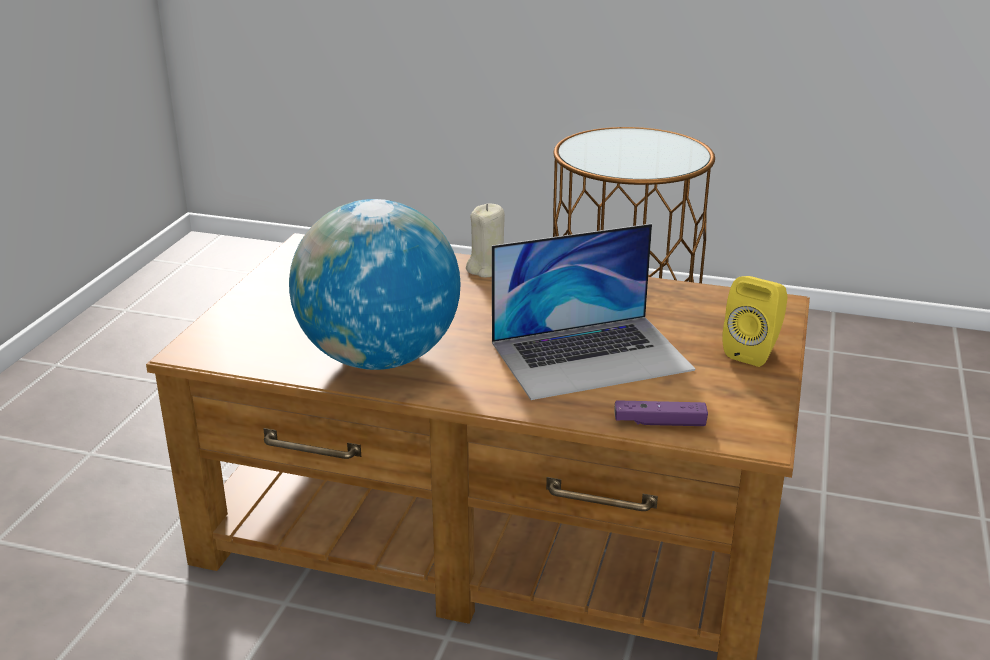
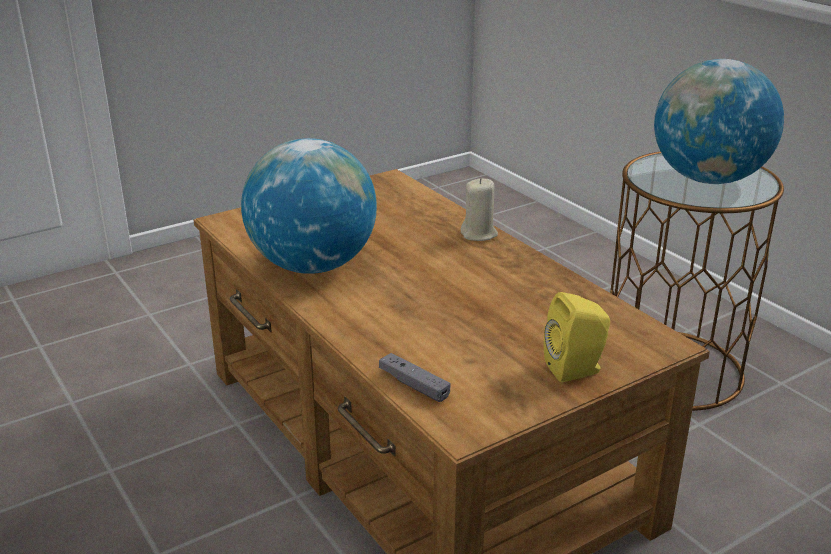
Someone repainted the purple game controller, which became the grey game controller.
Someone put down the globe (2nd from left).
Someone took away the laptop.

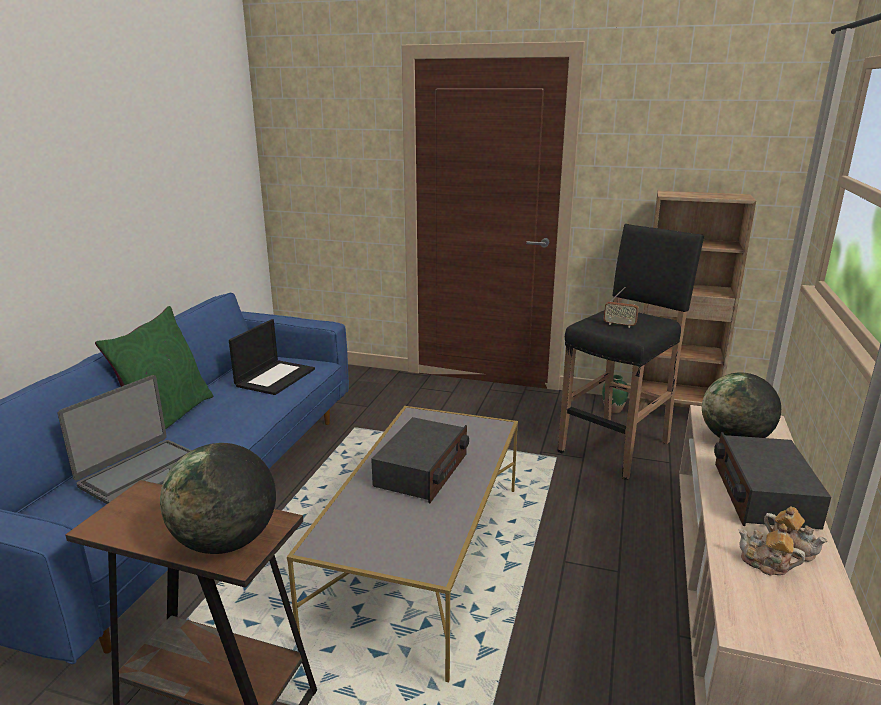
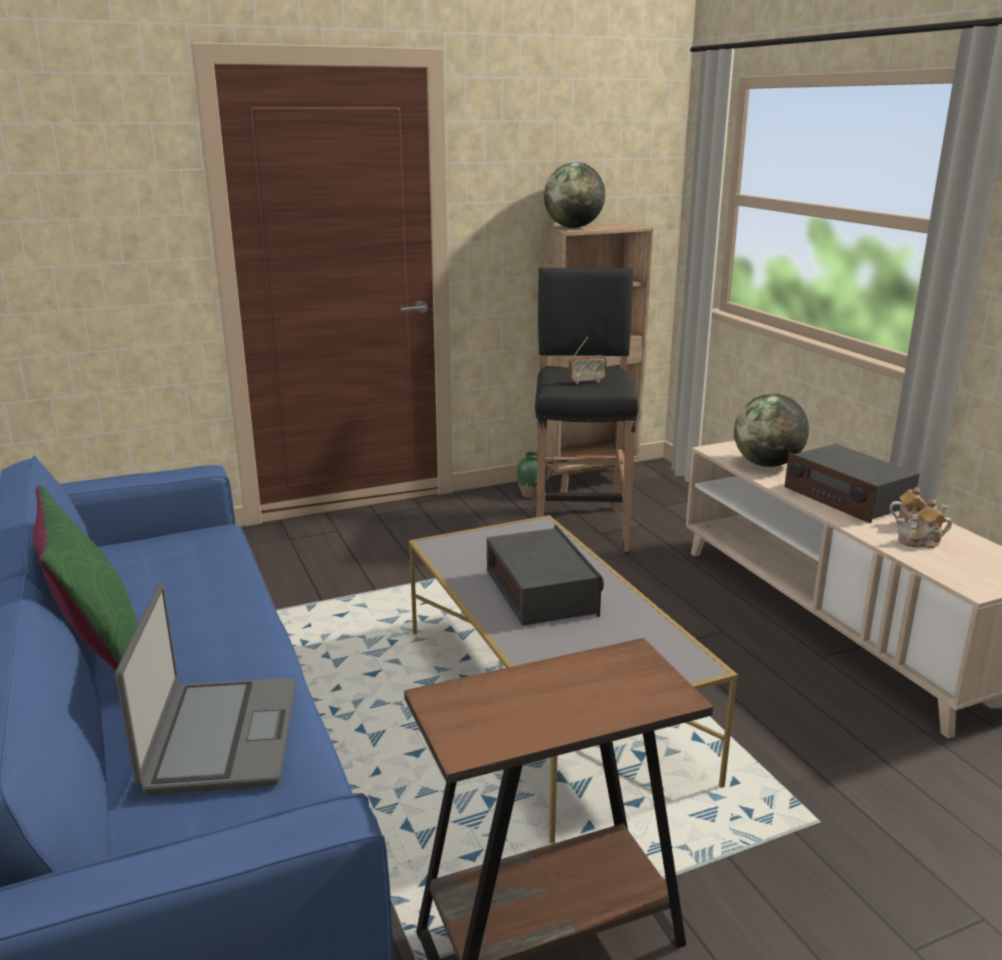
Someone carried the globe (1st from left).
Someone took away the laptop (2nd from left).

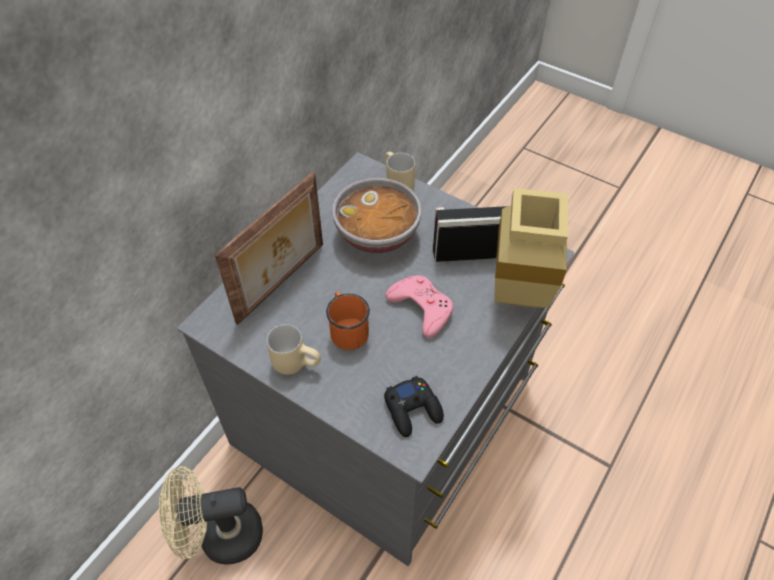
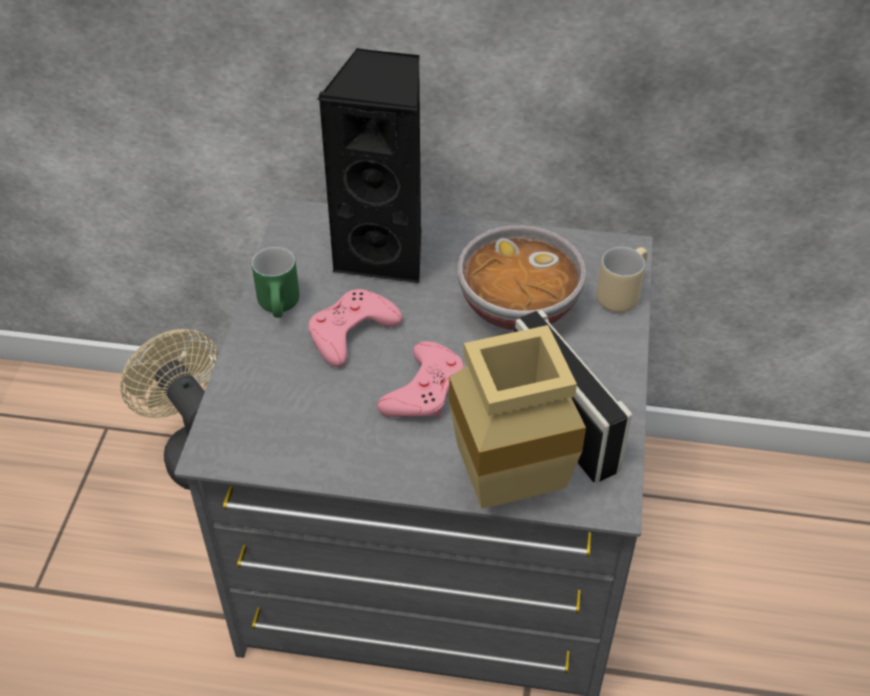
Someone repainted the beige mug (1st from left), which became the green mug.
Someone swapped the orange mug for the pink game controller (1st from left).
Someone swapped the picture frame for the black speaker.
Someone took away the black game controller.

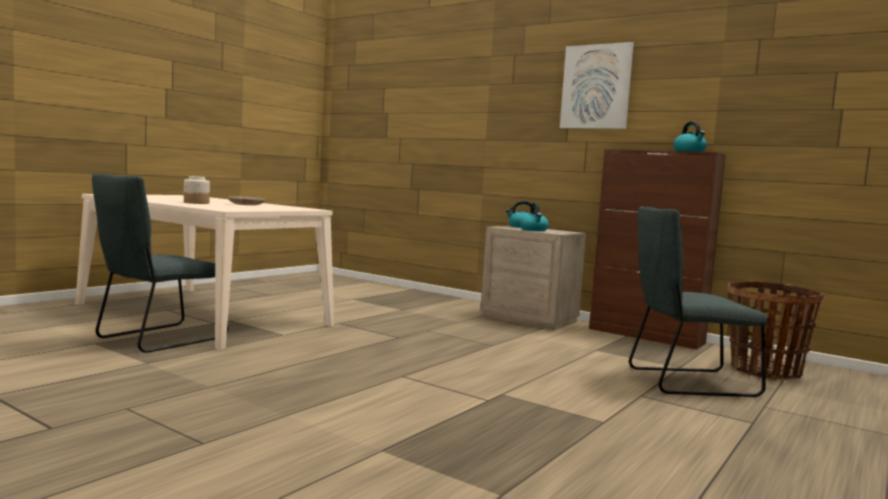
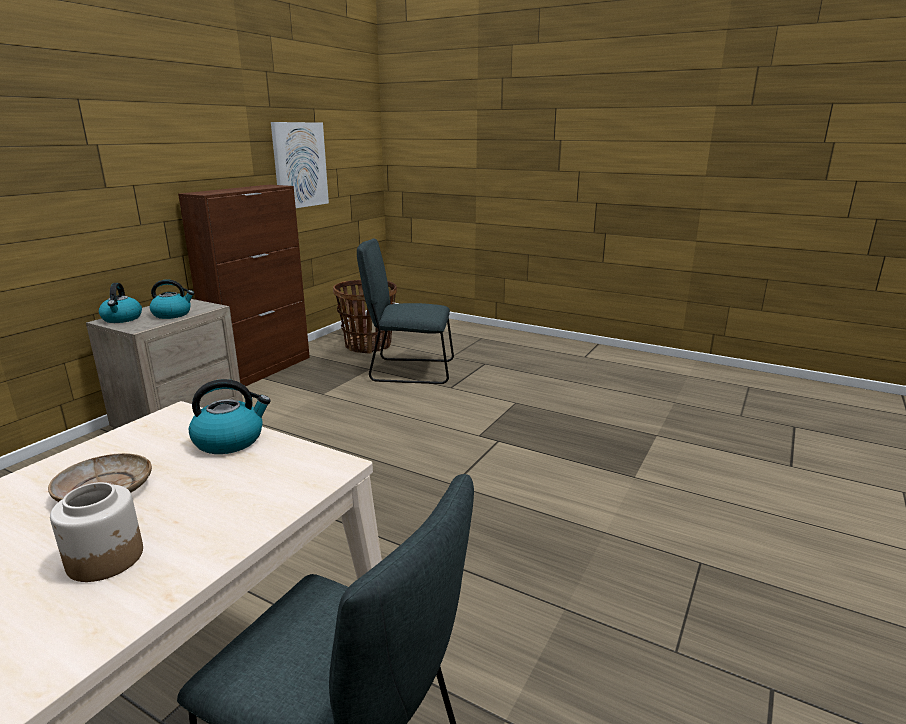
Someone carried the kettle (3rd from left).
Someone carried the picture.
Someone rotated the grey chair (2nd from left) by 105 degrees clockwise.

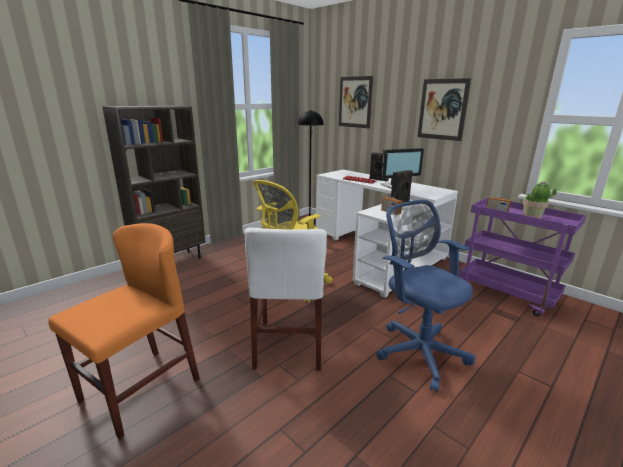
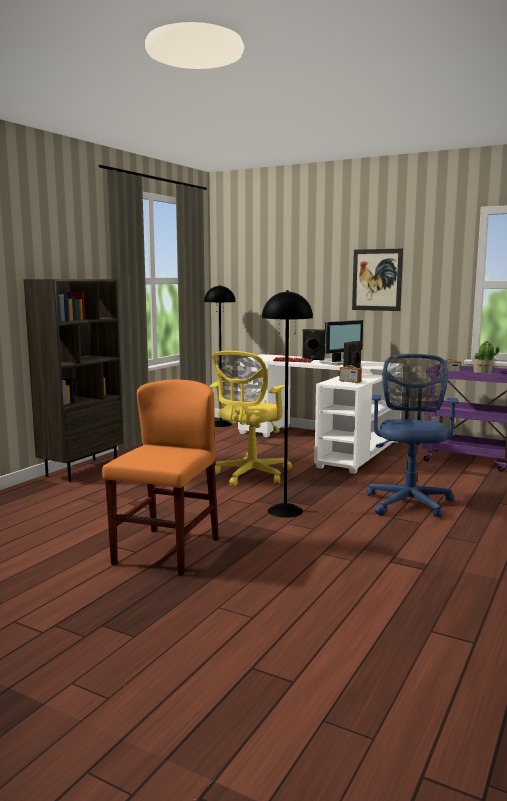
Someone swapped the white chair for the black floor lamp (2nd from left).
Someone rotated the blue office chair by 60 degrees clockwise.
Someone took away the picture (1st from left).

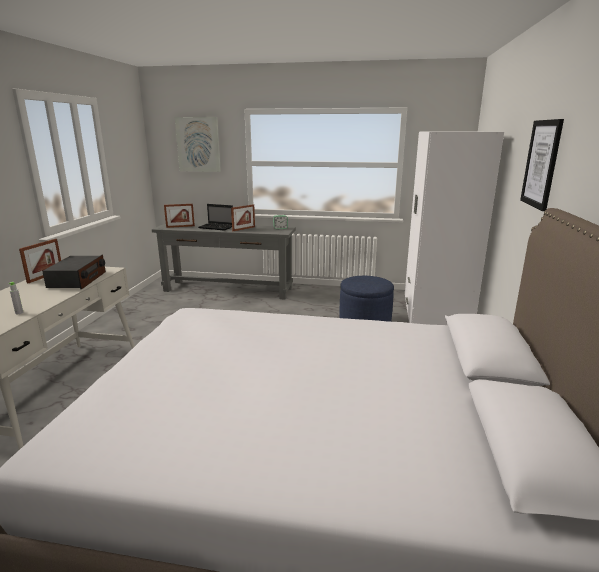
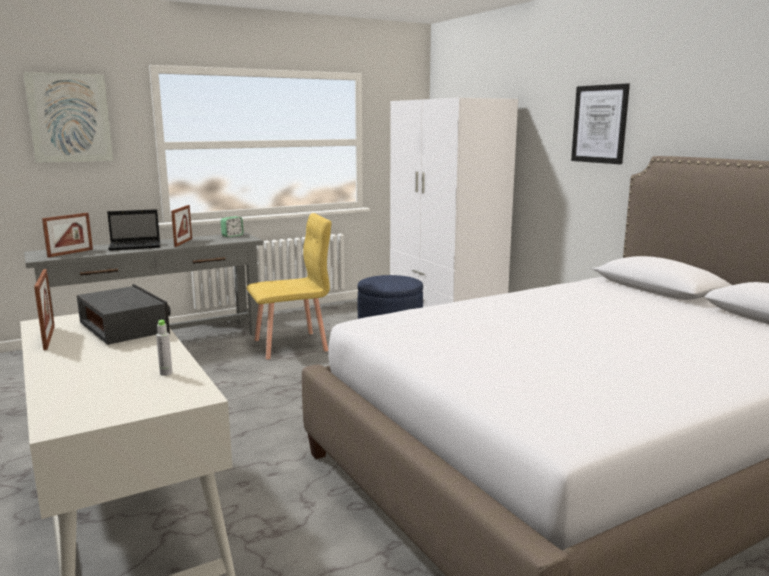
Someone put down the yellow chair.

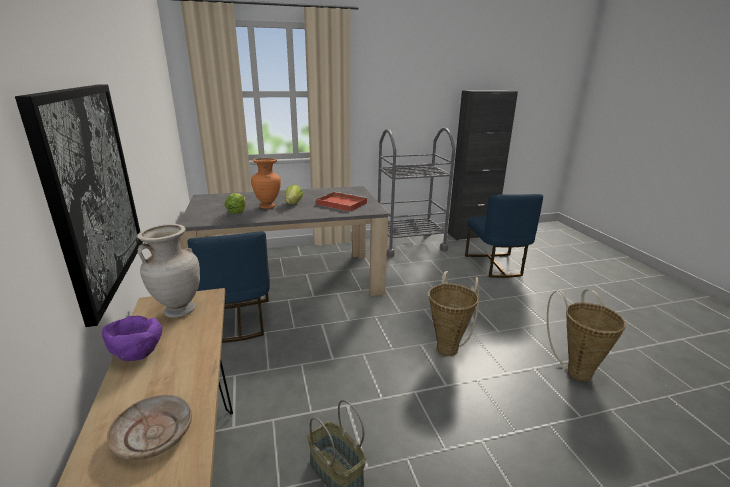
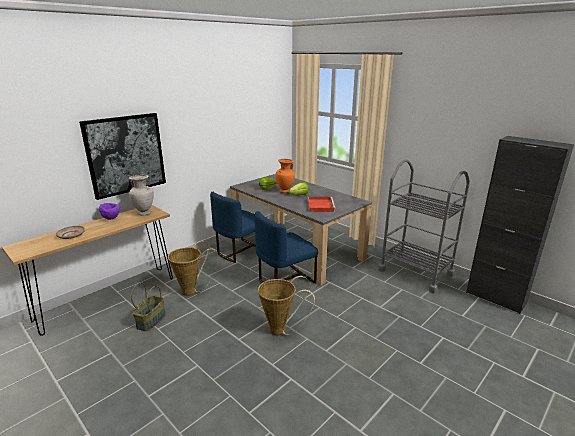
Someone carried the basket (3rd from left in the first image).
Someone carried the blue chair (2nd from left).

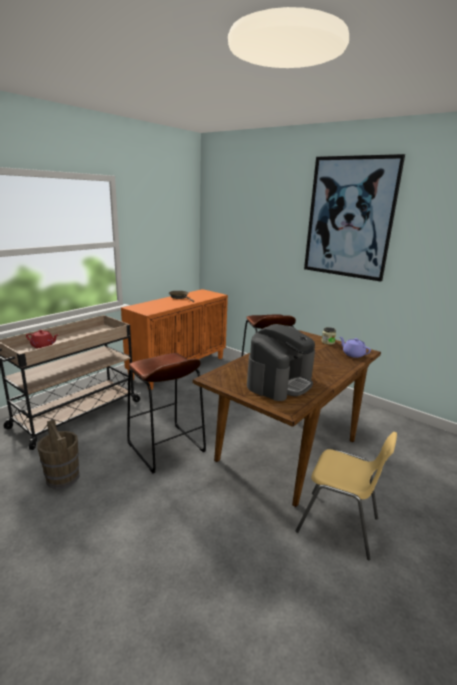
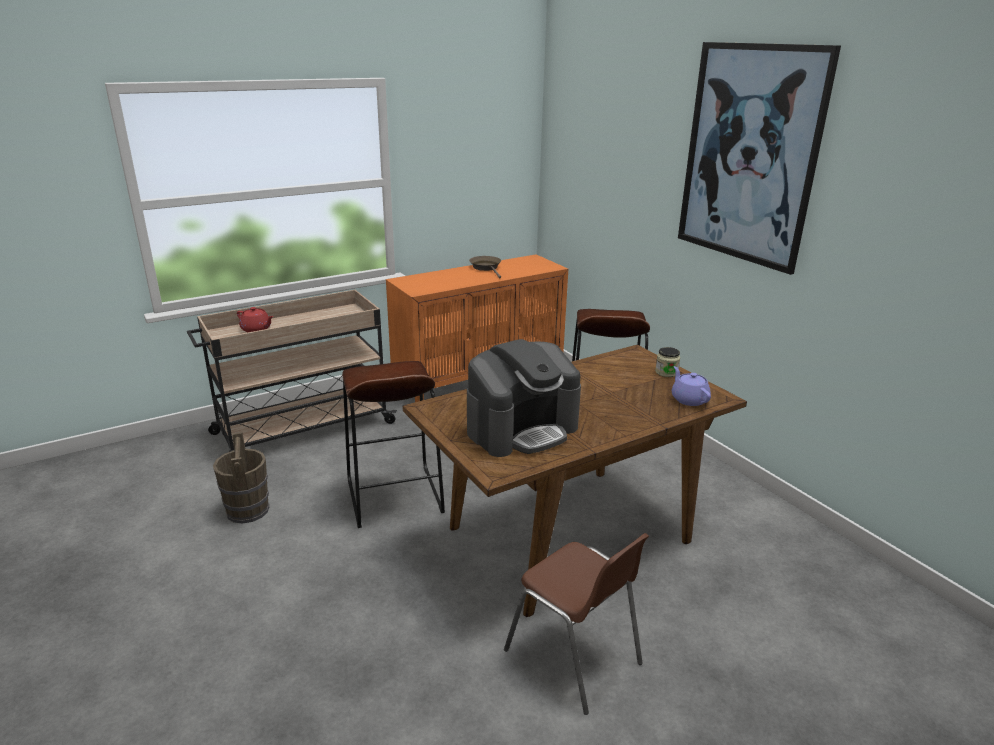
Someone repainted the yellow chair, which became the brown chair.

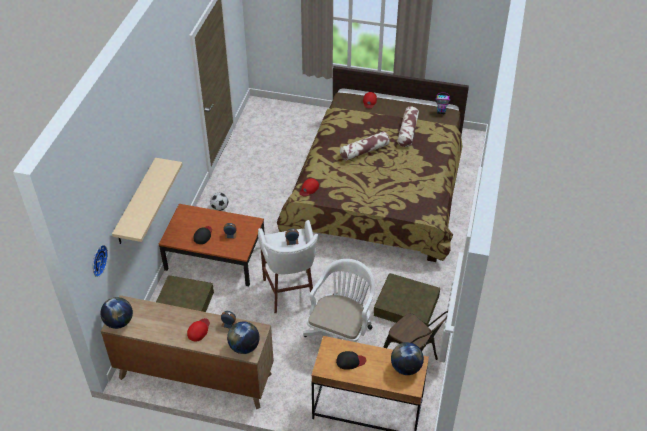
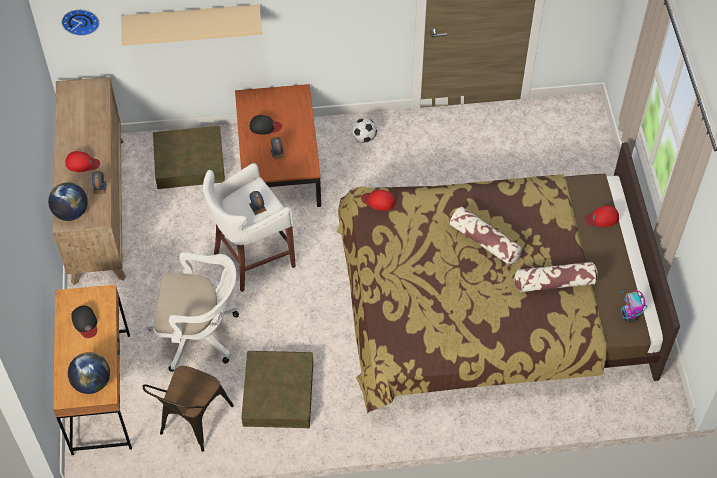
Someone took away the globe (1st from left).

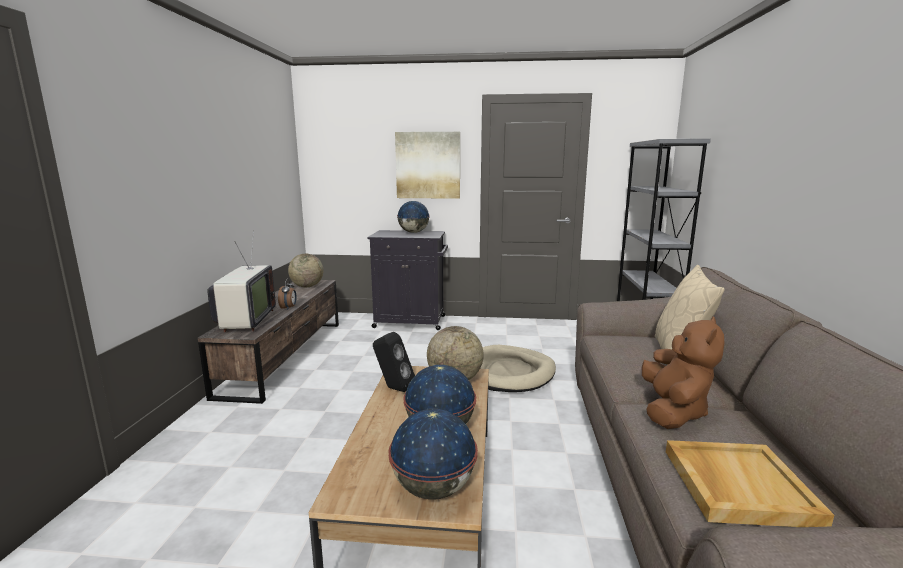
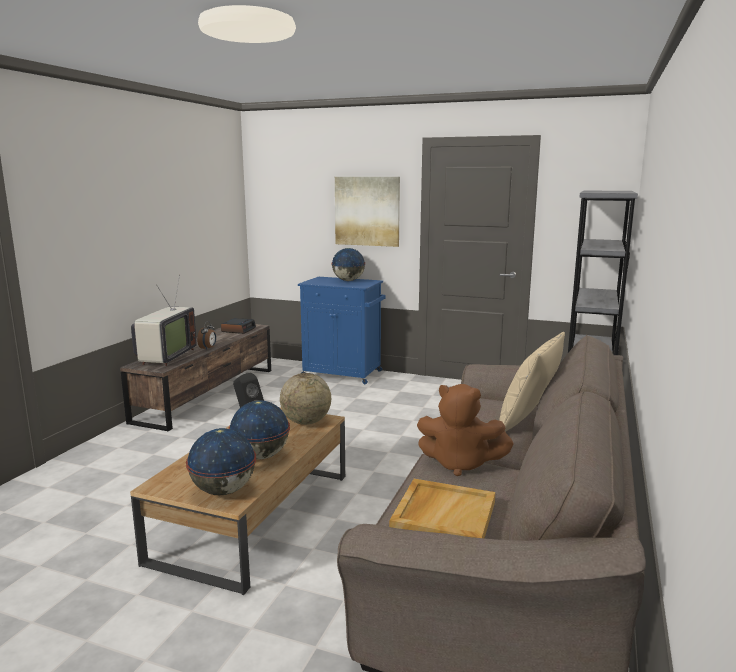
Someone swapped the globe (1st from left) for the alarm clock (2nd from left).
Someone repainted the black cabinet, which became the blue cabinet.
Someone rotated the brown plush toy by 75 degrees clockwise.
Someone took away the beige dog bed.

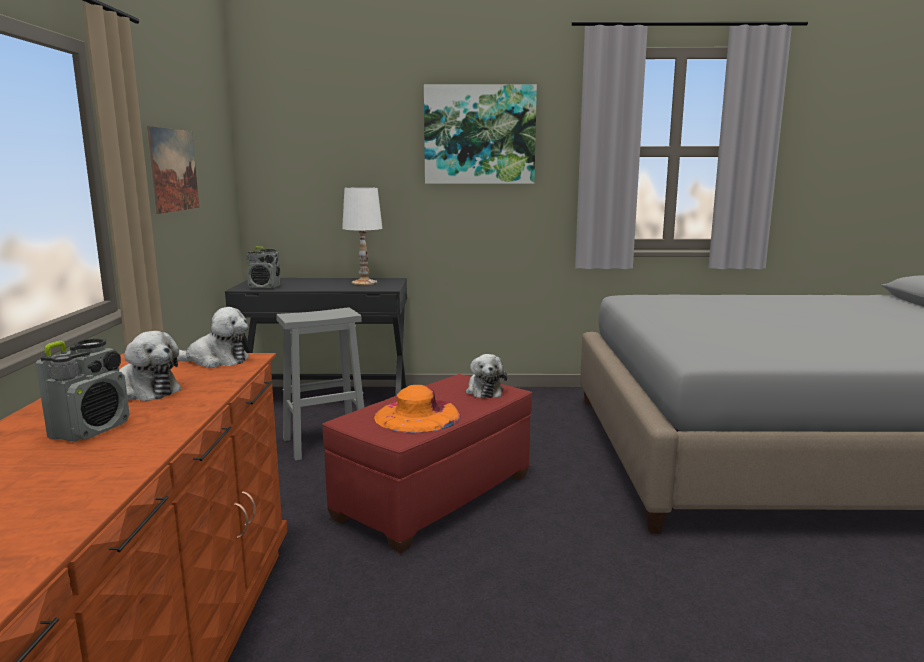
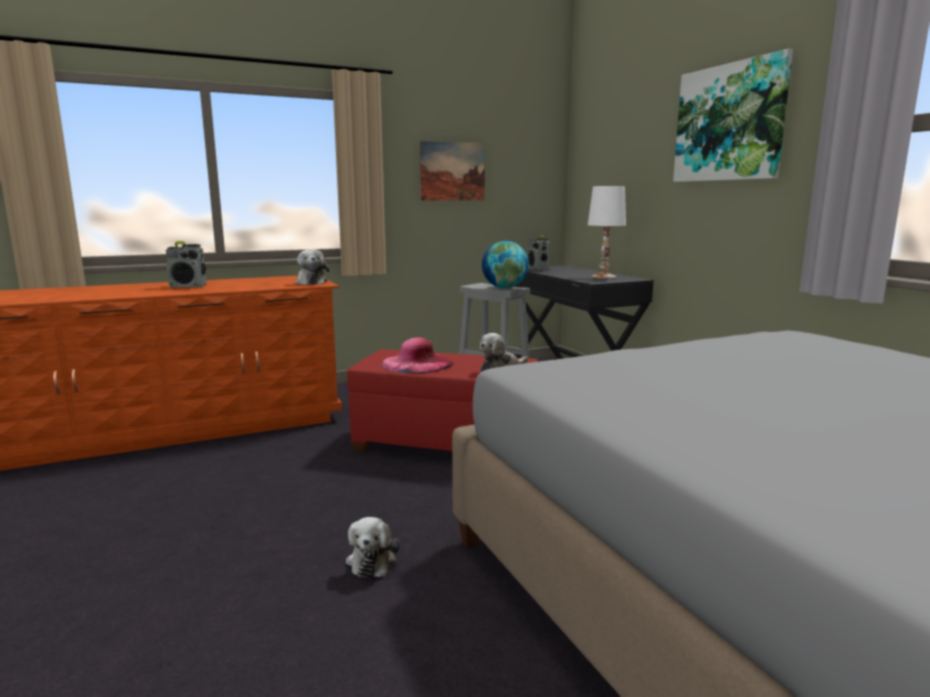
Someone carried the plush toy (1st from left in the first image).
Someone repainted the orange hat, which became the pink hat.
Someone put down the globe.

